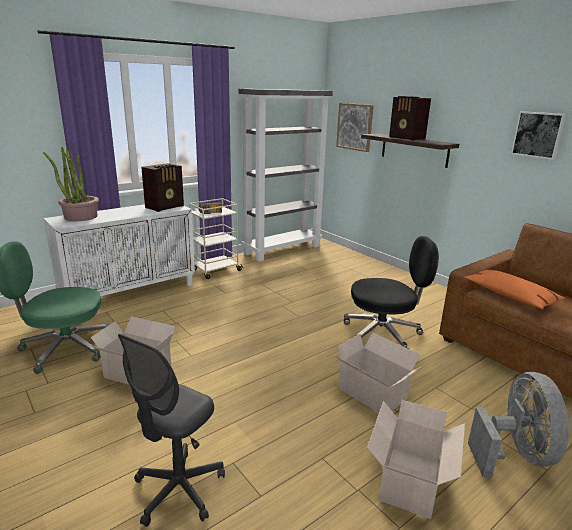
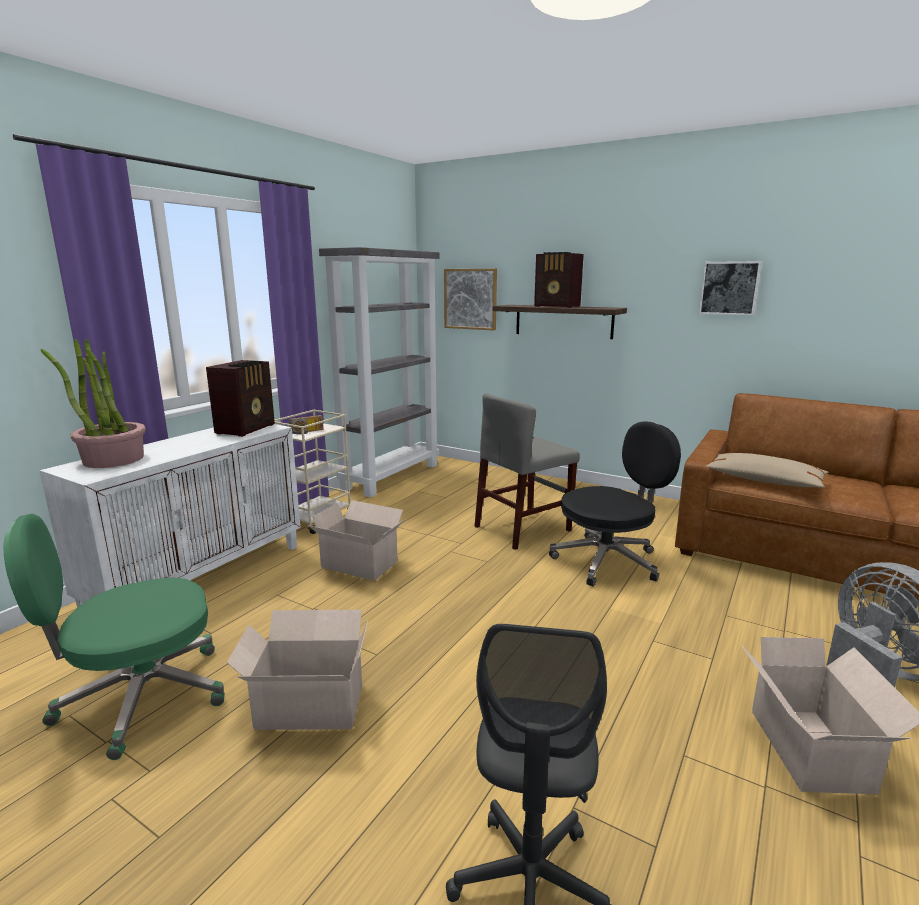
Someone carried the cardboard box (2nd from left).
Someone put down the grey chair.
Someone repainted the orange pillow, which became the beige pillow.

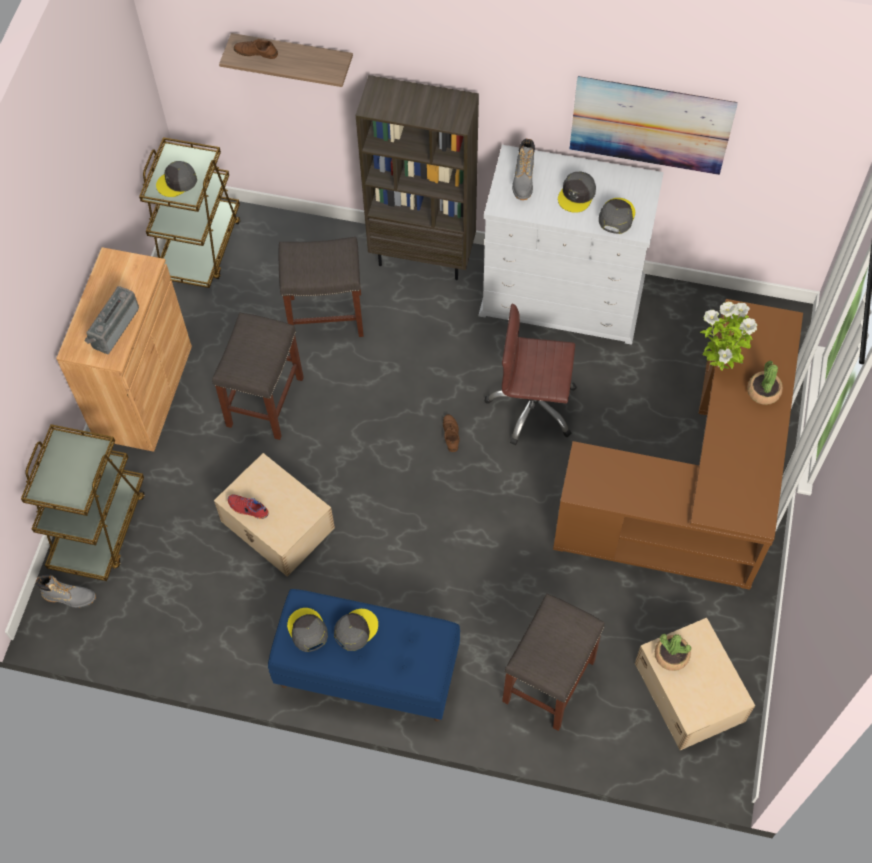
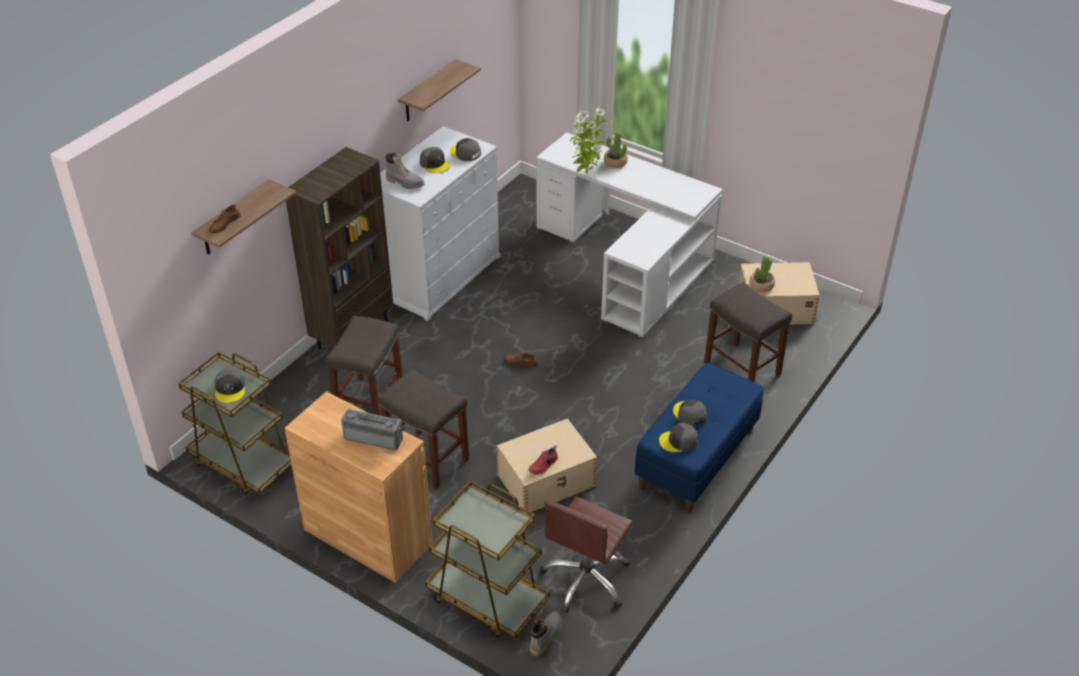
Someone rotated the radio by 150 degrees clockwise.
Someone swapped the picture for the shelf (2nd from left).
Someone repainted the brown desk, which became the white desk.
Someone carried the brown office chair.

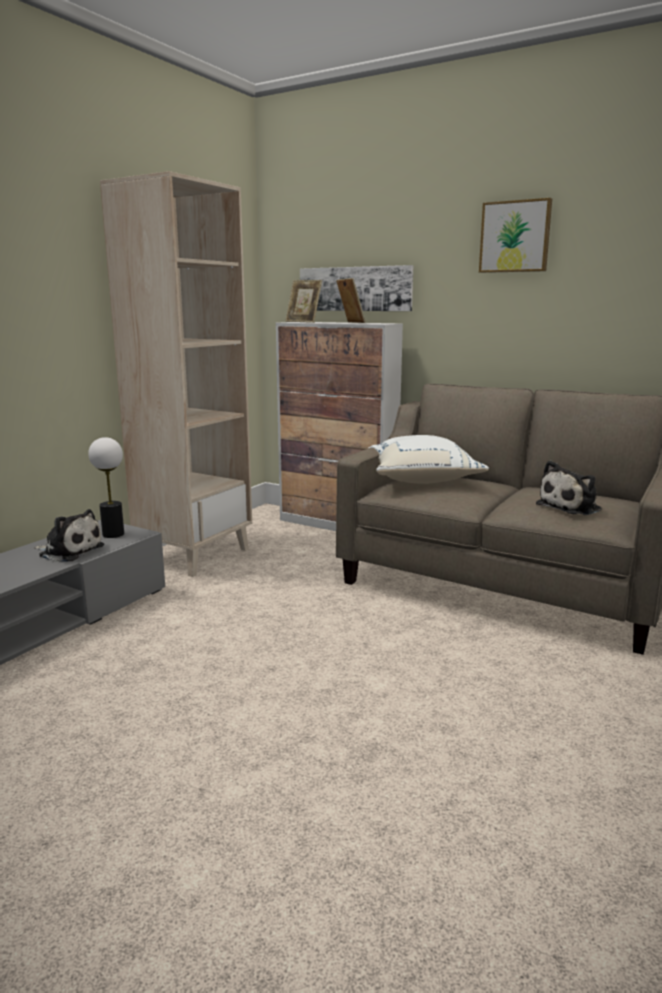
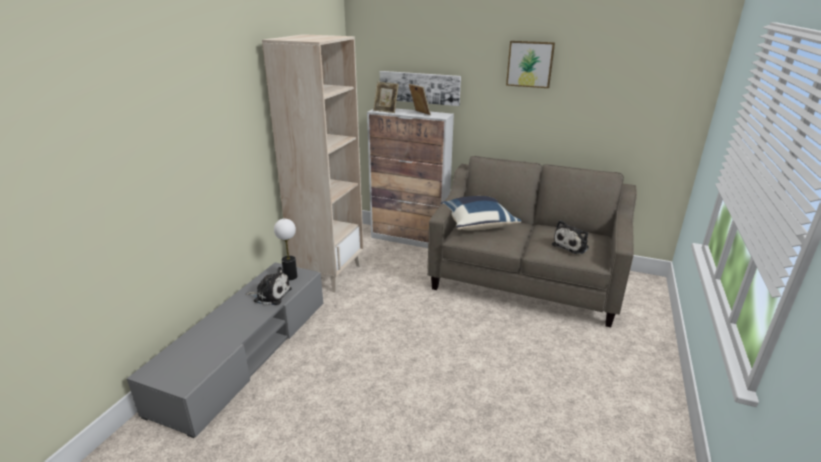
Someone repainted the white pillow, which became the blue pillow.

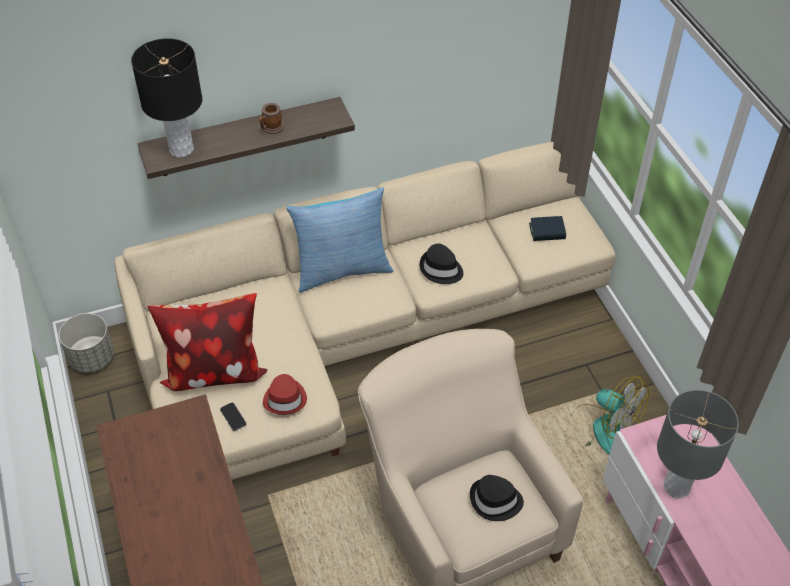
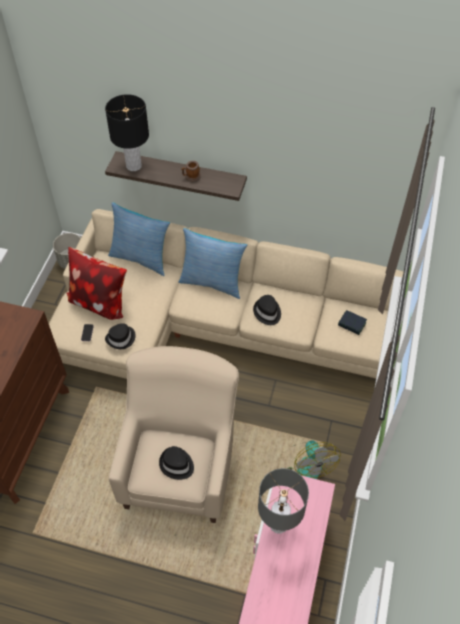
Someone repainted the red hat, which became the black hat (1st from left).
Someone put down the pillow (2nd from left).

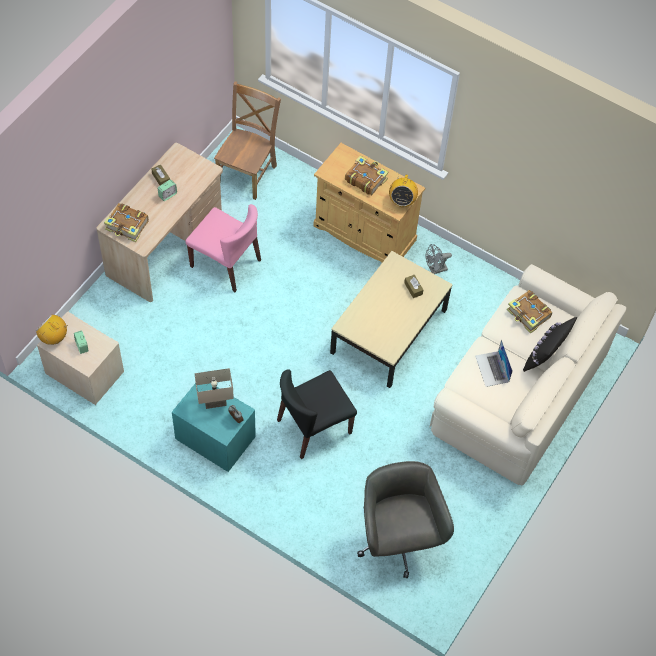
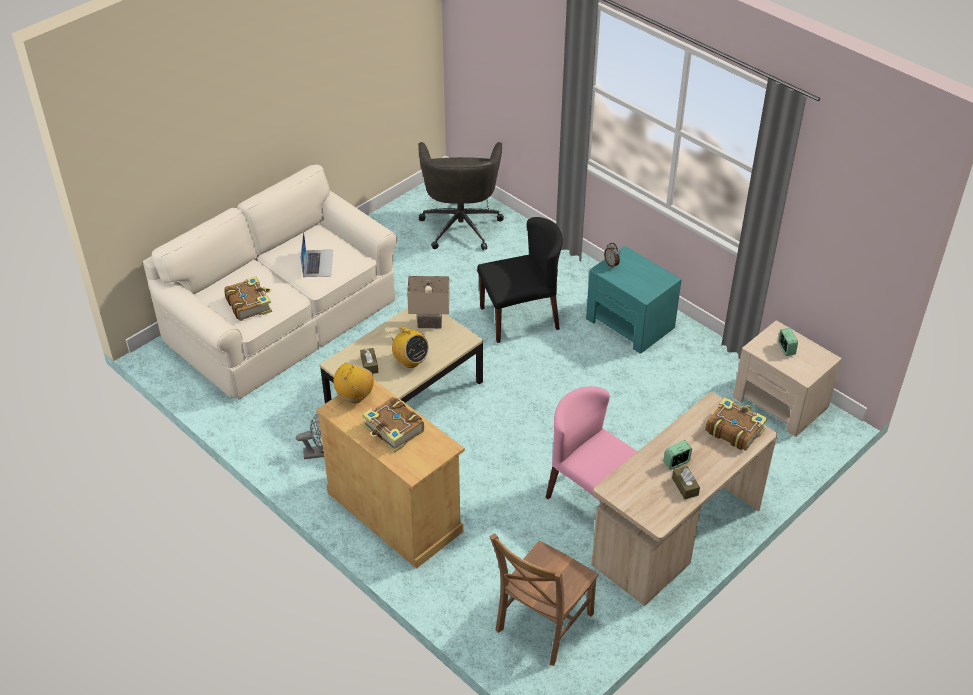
Someone carried the radio (1st from left in the first image).
Someone carried the beige table lamp.
Someone took away the black pillow.

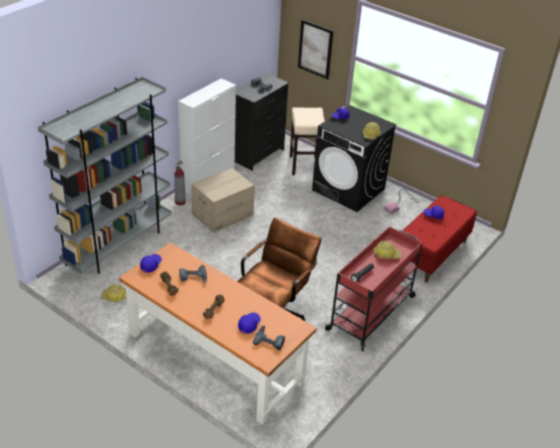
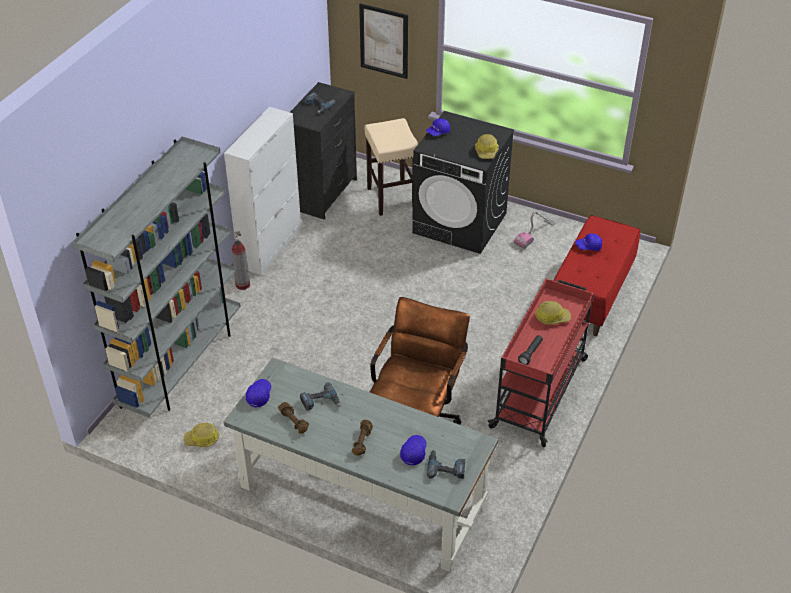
Someone repainted the orange desk, which became the grey desk.
Someone took away the cardboard box.

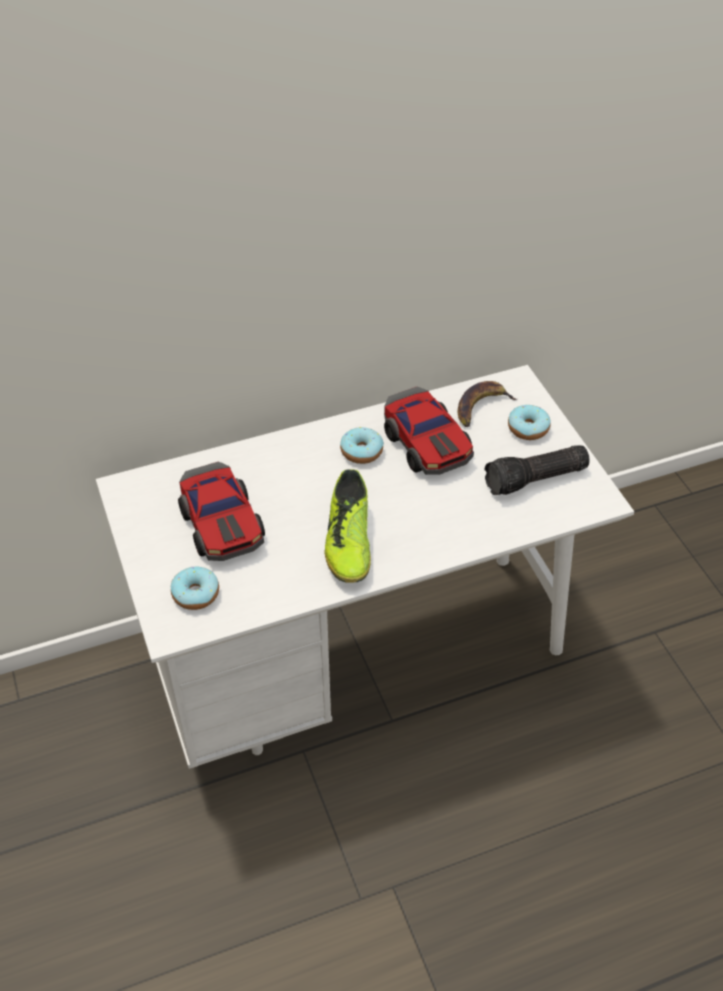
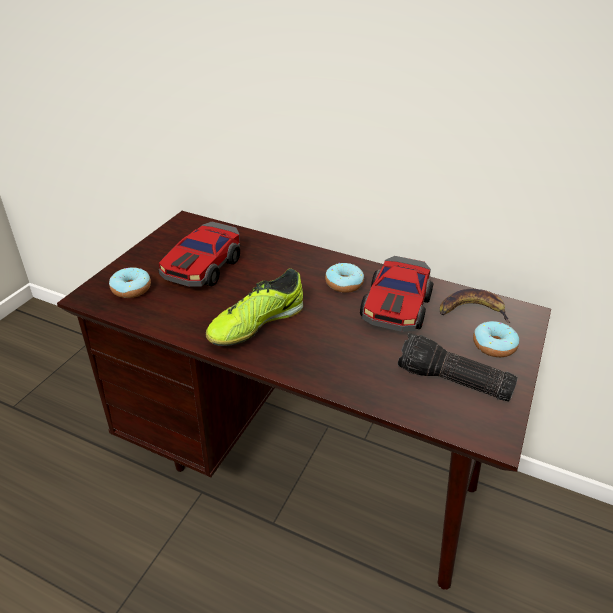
Someone repainted the white desk, which became the brown desk.

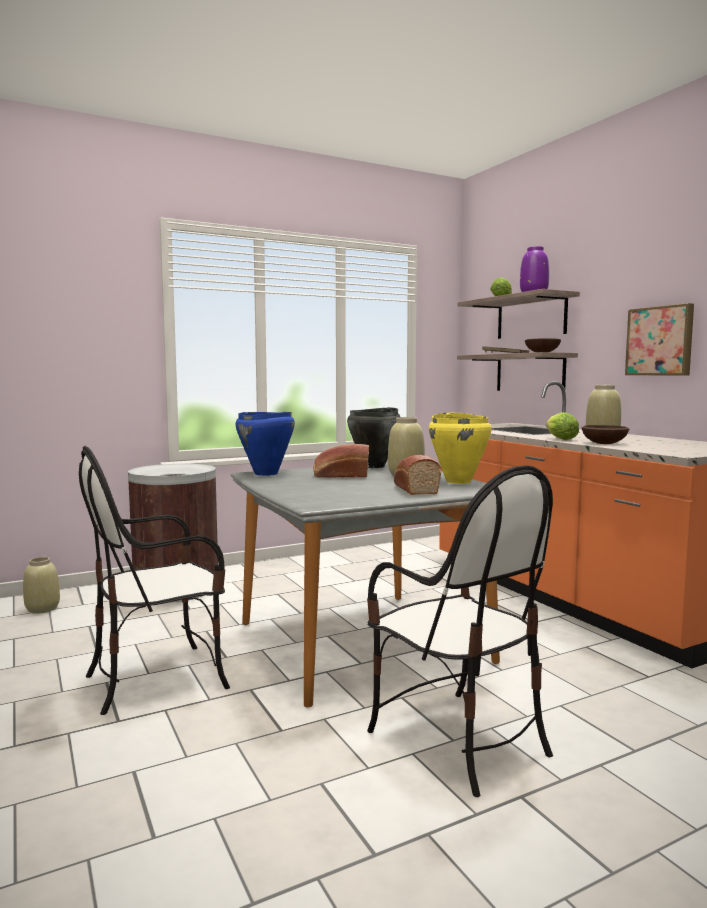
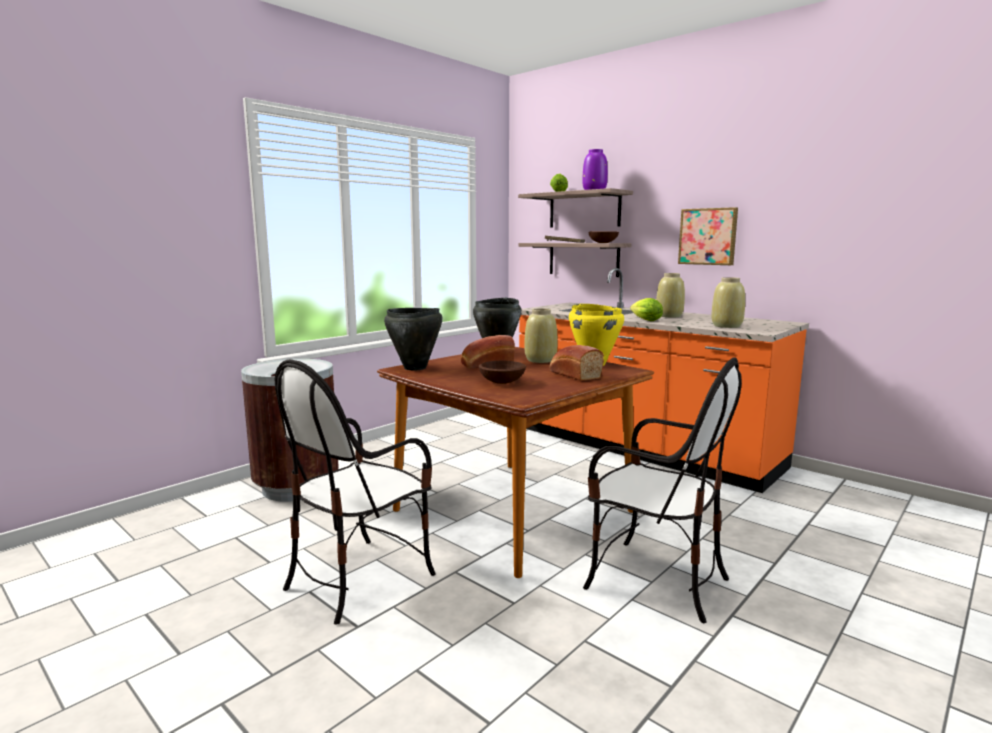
Someone repainted the grey dining table, which became the brown dining table.
Someone repainted the blue cooking pot, which became the black cooking pot (1st from left).
Someone carried the brown bowl (2nd from left in the first image).
Someone carried the beige vase (1st from left in the first image).

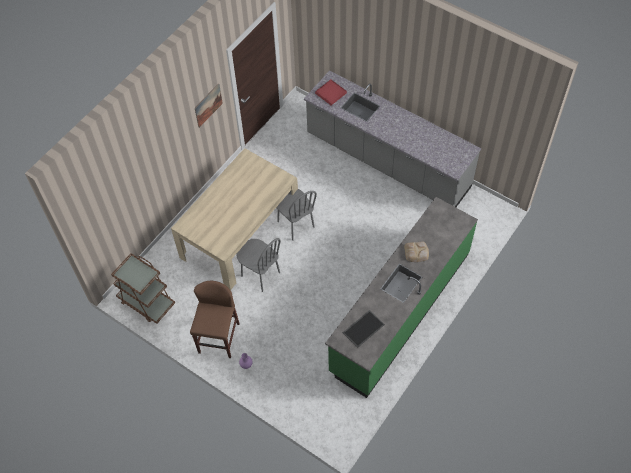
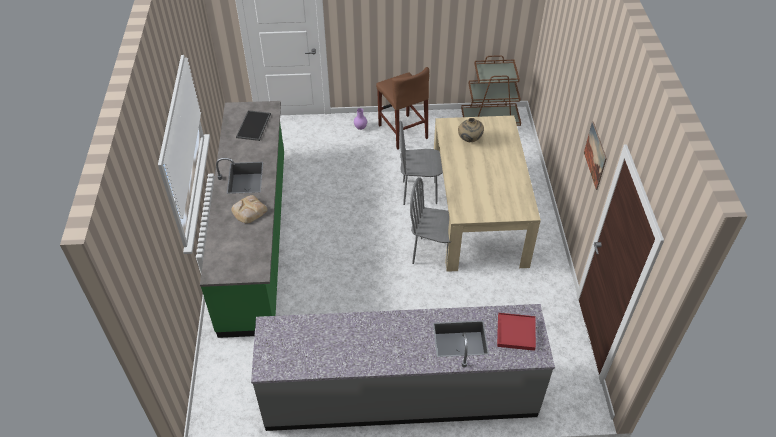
Someone put down the beige vase.

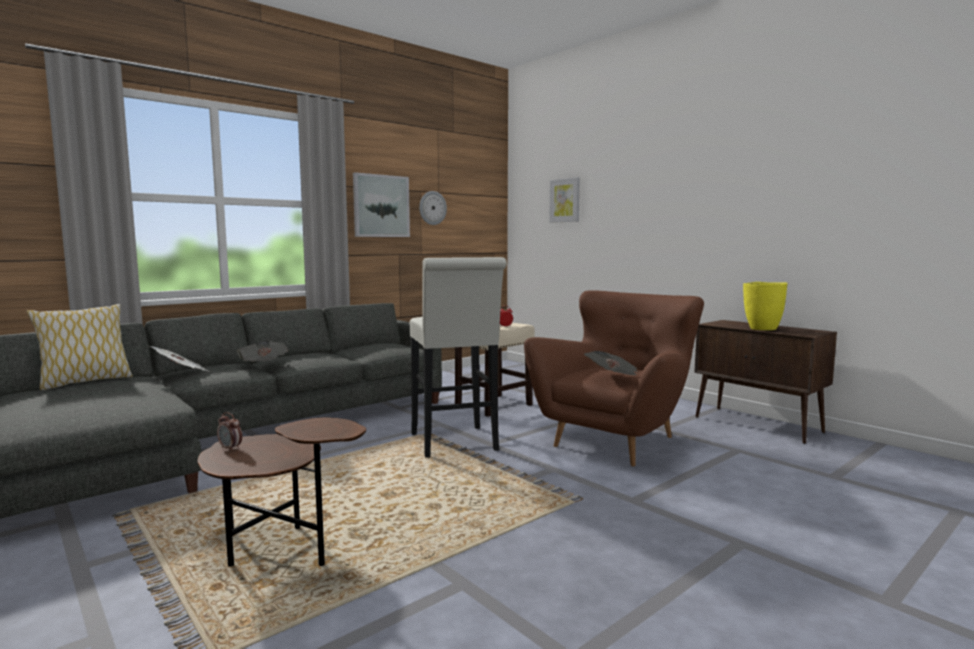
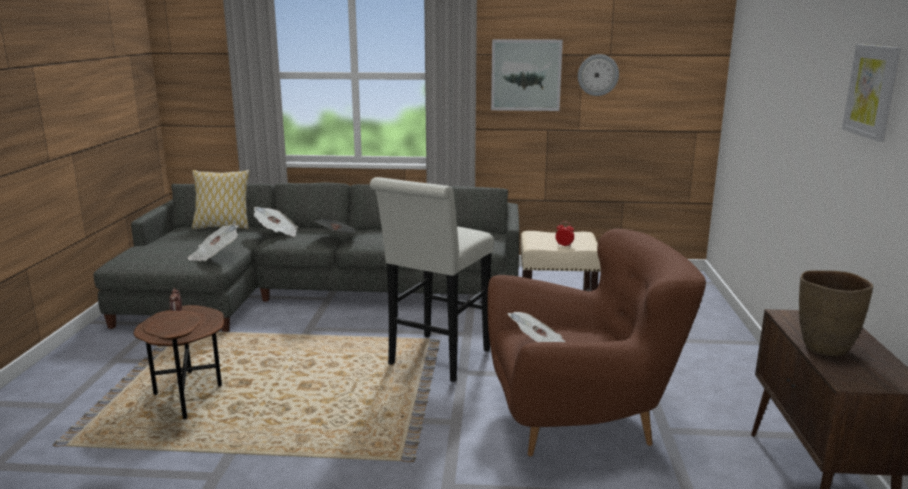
Someone put down the newspaper (1st from left).
Someone repainted the yellow vase, which became the brown vase.
Someone carried the picture (2nd from left).

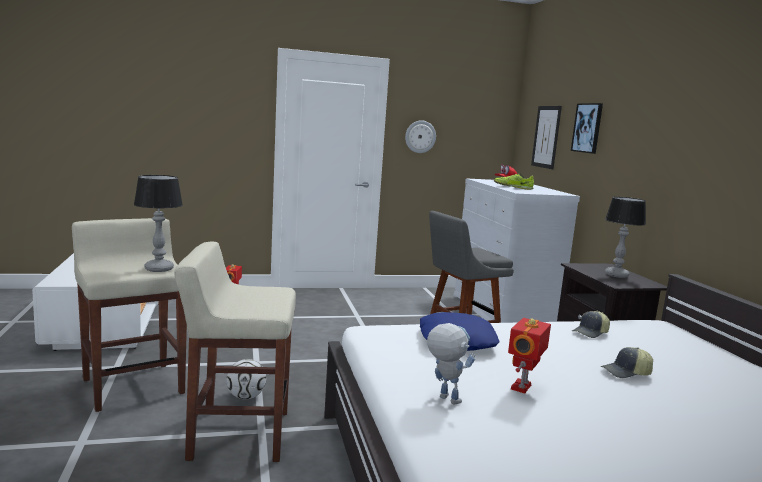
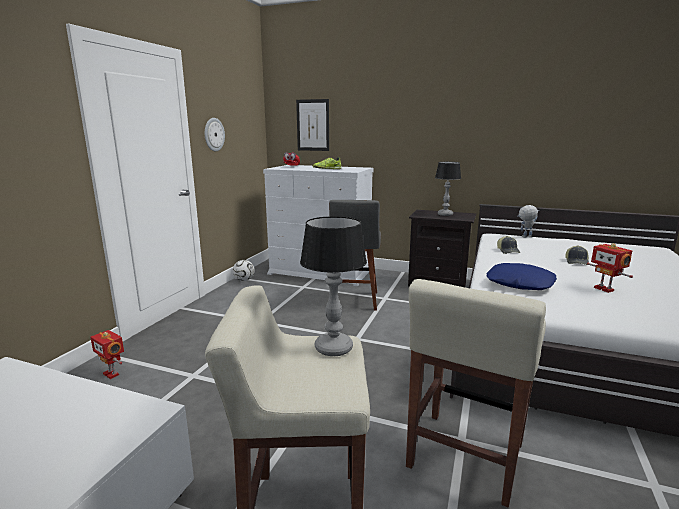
Someone carried the football.
Someone carried the toy robot (2nd from left).
Someone took away the picture (2nd from left).

